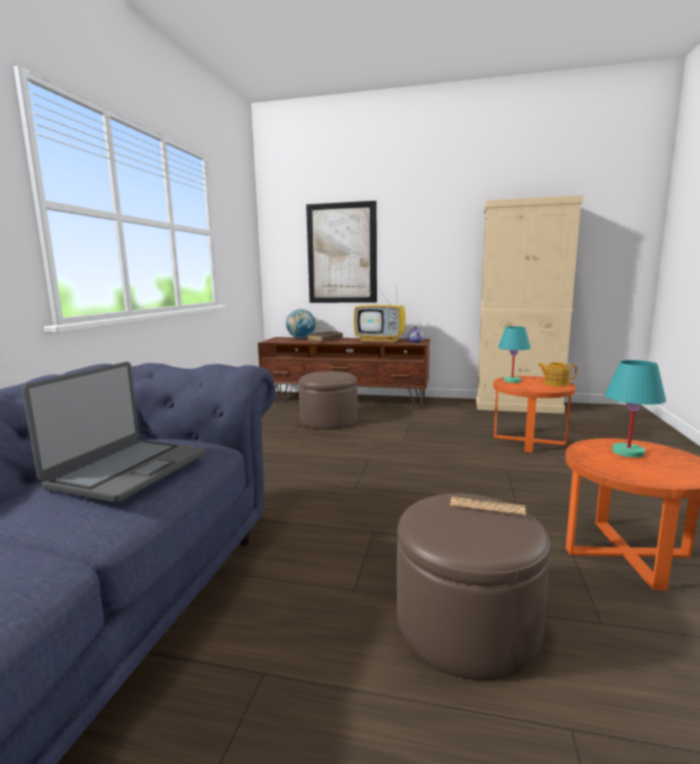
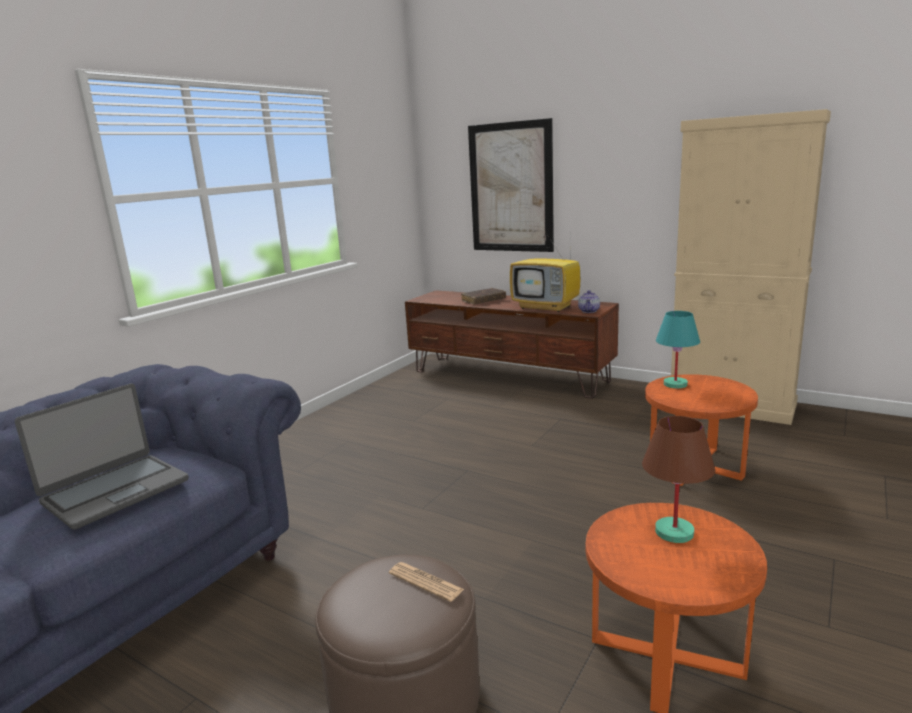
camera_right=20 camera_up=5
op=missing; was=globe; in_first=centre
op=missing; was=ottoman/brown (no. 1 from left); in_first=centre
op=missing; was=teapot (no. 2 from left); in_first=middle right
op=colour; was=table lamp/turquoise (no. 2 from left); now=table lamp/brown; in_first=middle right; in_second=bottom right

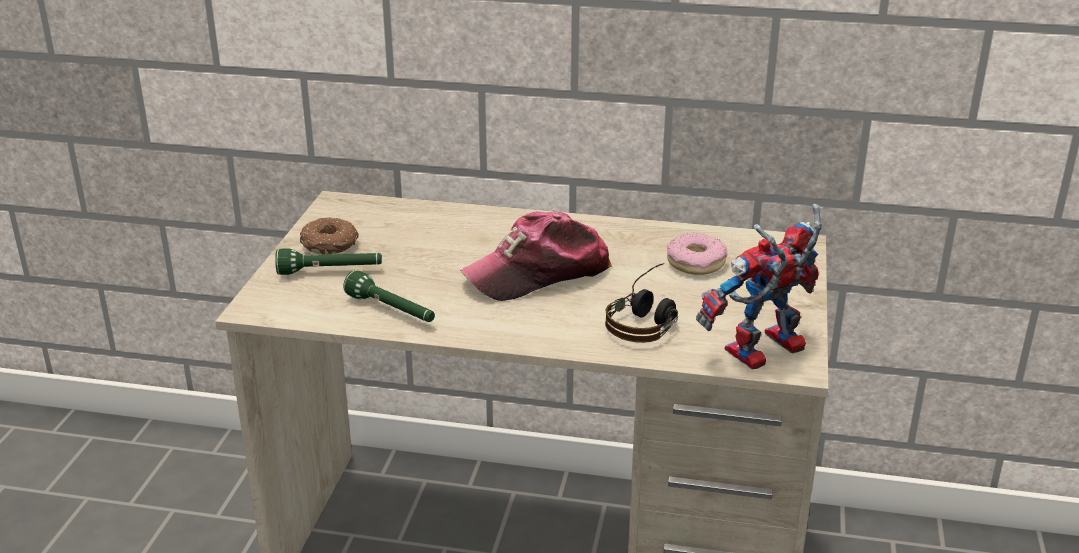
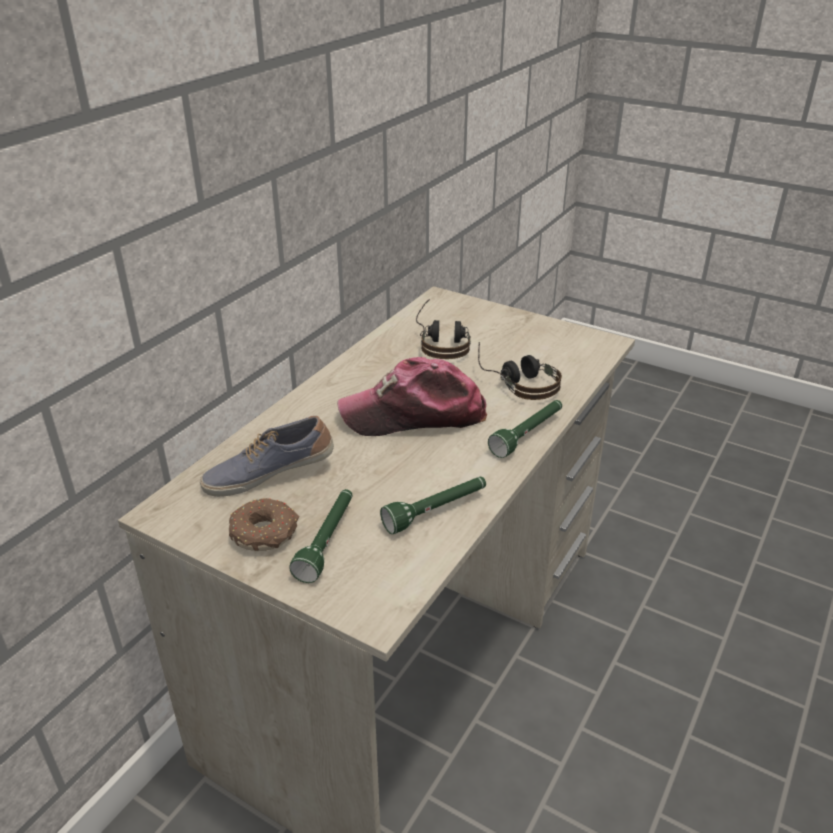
camera_right=-70 camera_up=5
op=spun; was=cap; in_first=centre; in_second=centre; clockwise=90
op=exchanged; was=donut (no. 2 from left); now=headphones (no. 1 from left); in_first=centre; in_second=centre
op=missing; was=toy robot; in_first=middle right
op=appeared; now=shoe; in_second=middle left
op=appeared; now=flashlight/green (no. 3 from left); in_second=centre

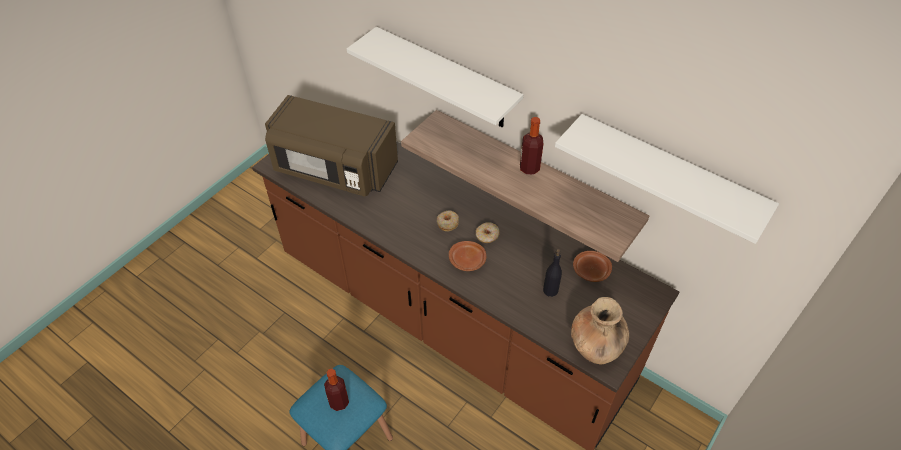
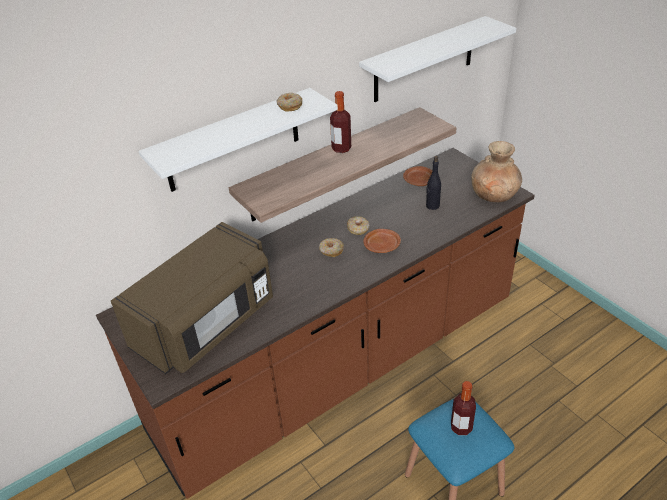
camera_right=-70 camera_up=-10
op=appeared; now=donut (no. 1 from left); in_second=top centre

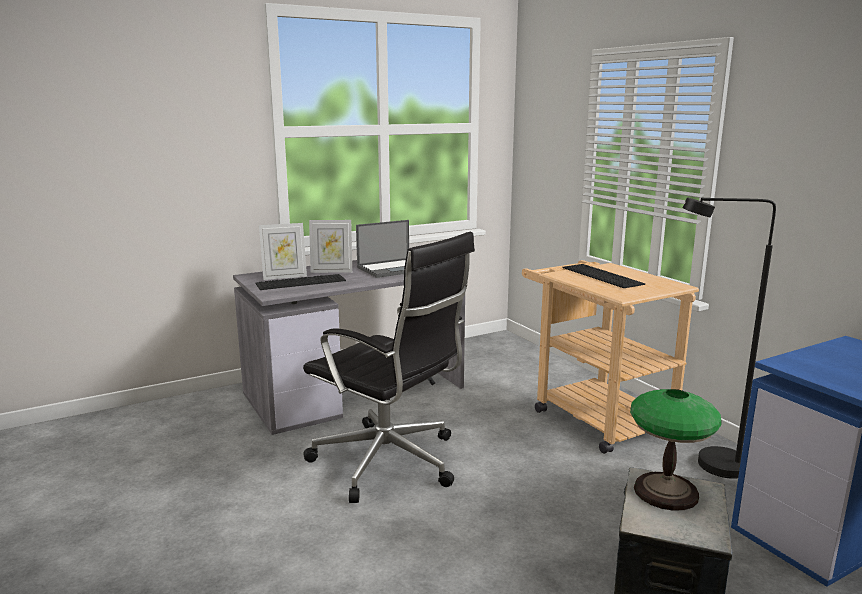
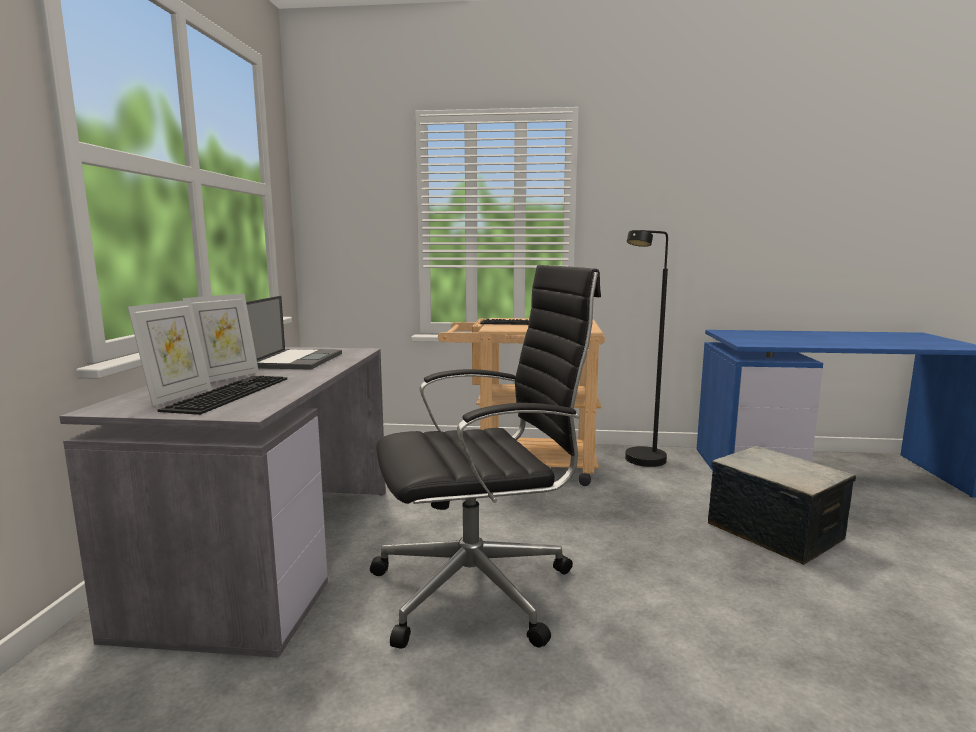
camera_right=-55 camera_up=-5
op=missing; was=table lamp; in_first=bottom right

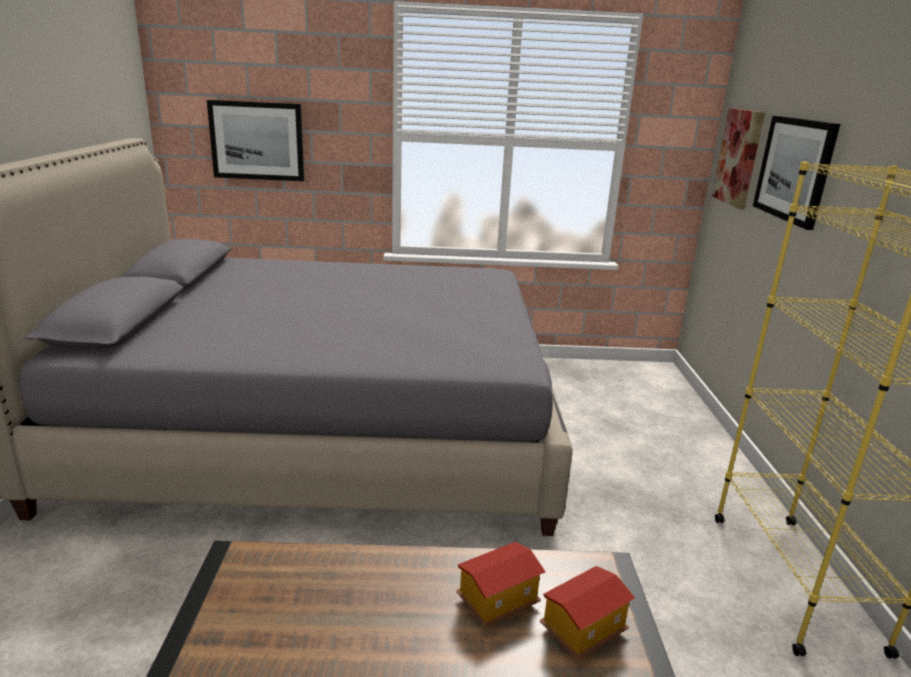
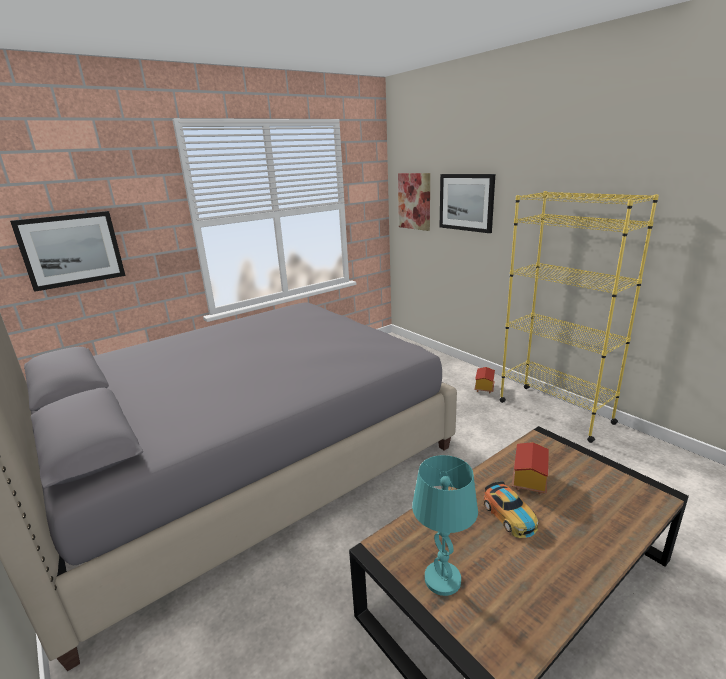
camera_right=-35 camera_up=0
op=relocated; was=toy house (no. 2 from left in the first image); now=toy house (no. 1 from left); in_first=bottom centre; in_second=middle right
op=appeared; now=table lamp/turquoise; in_second=bottom centre
op=appeared; now=toy car; in_second=bottom right

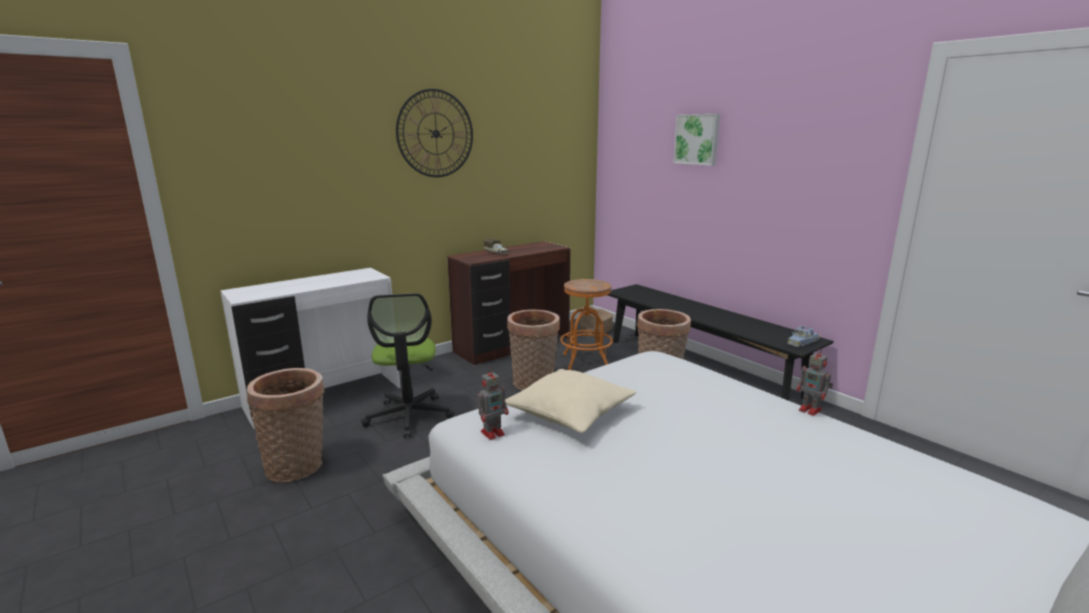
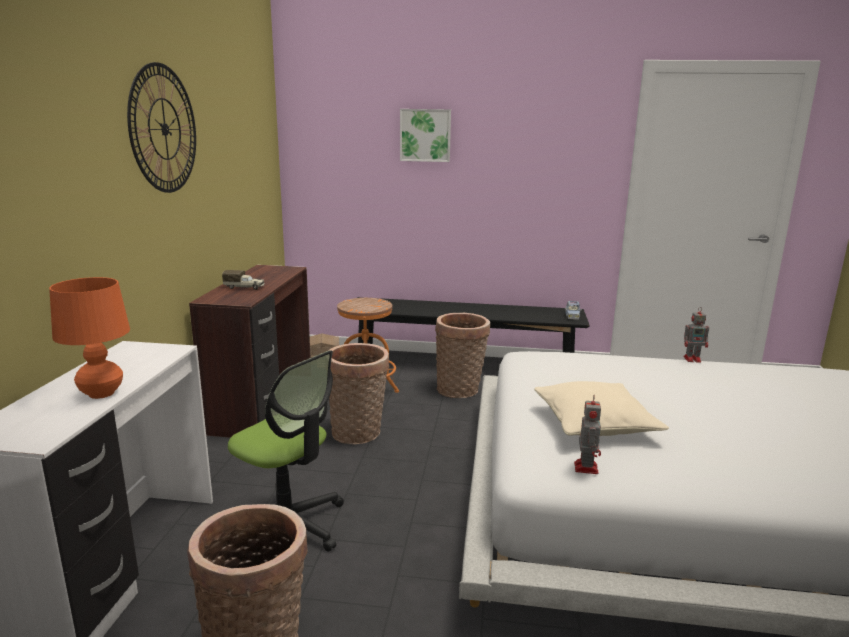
camera_right=-45 camera_up=0
op=appeared; now=table lamp/orange; in_second=middle left

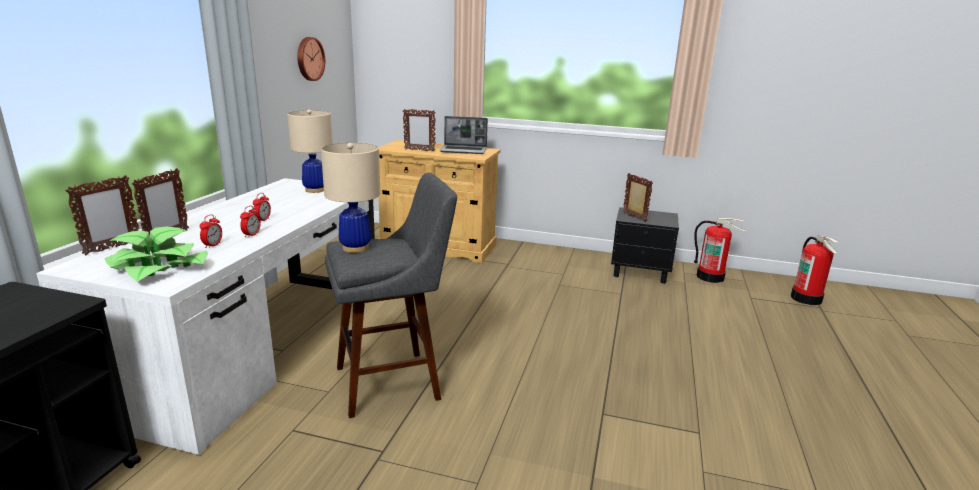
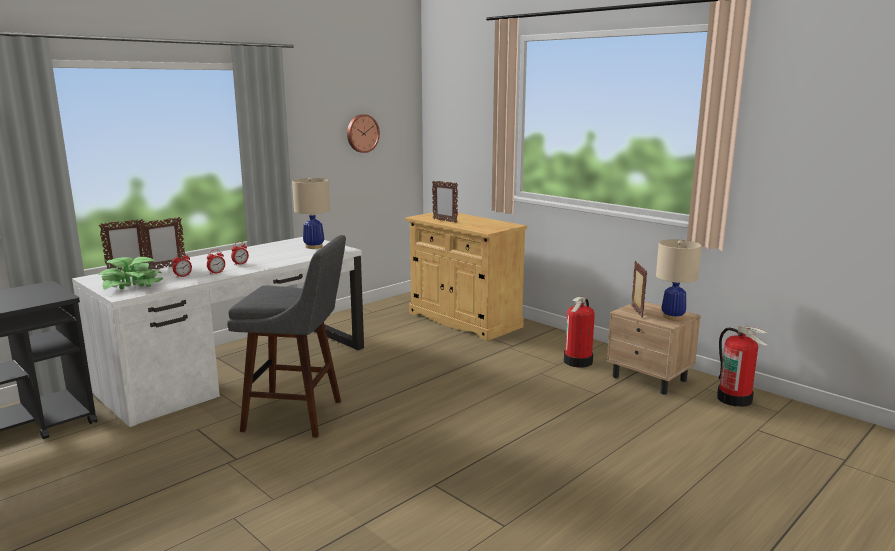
camera_right=30 camera_up=-5
op=relocated; was=table lamp/beige (no. 2 from left); in_first=centre; in_second=middle right
op=missing; was=laptop; in_first=top centre
op=colour; was=nightstand/black; now=nightstand/beige; in_first=centre; in_second=middle right
op=relocated; was=fire extinguisher (no. 2 from left in the first image); now=fire extinguisher (no. 1 from left); in_first=middle right; in_second=centre

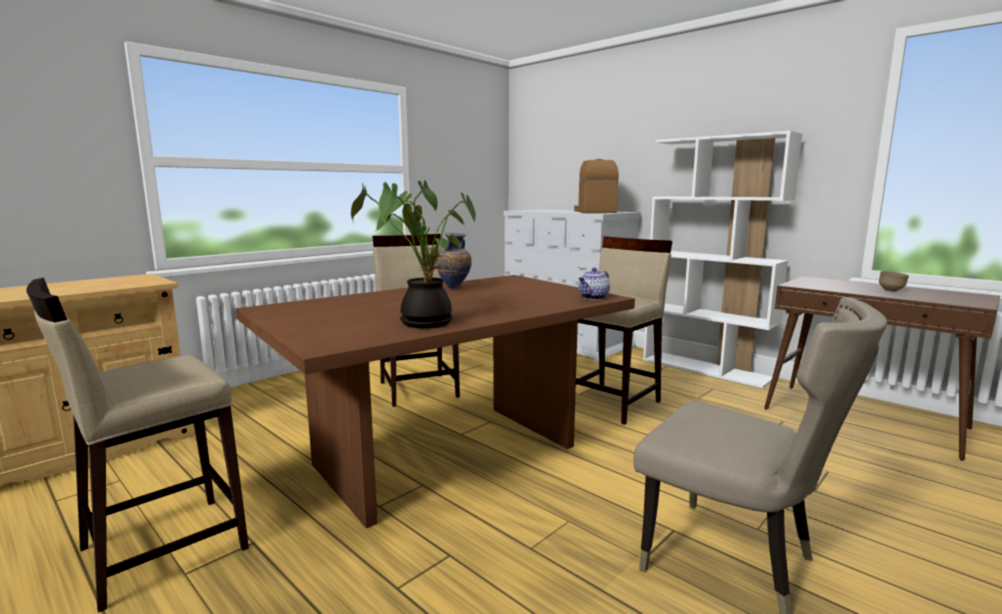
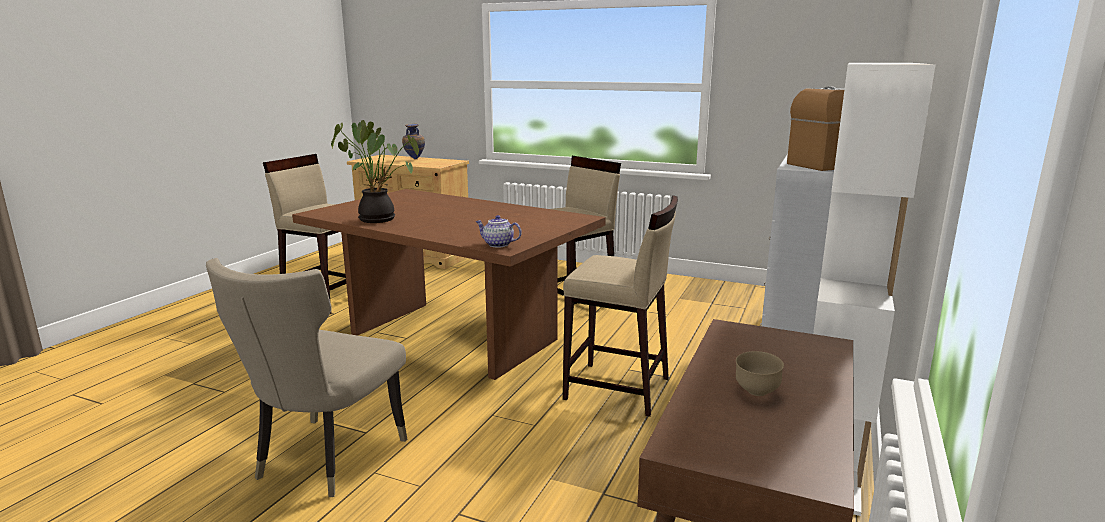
camera_right=70 camera_up=5
op=relocated; was=vase; in_first=centre; in_second=top centre

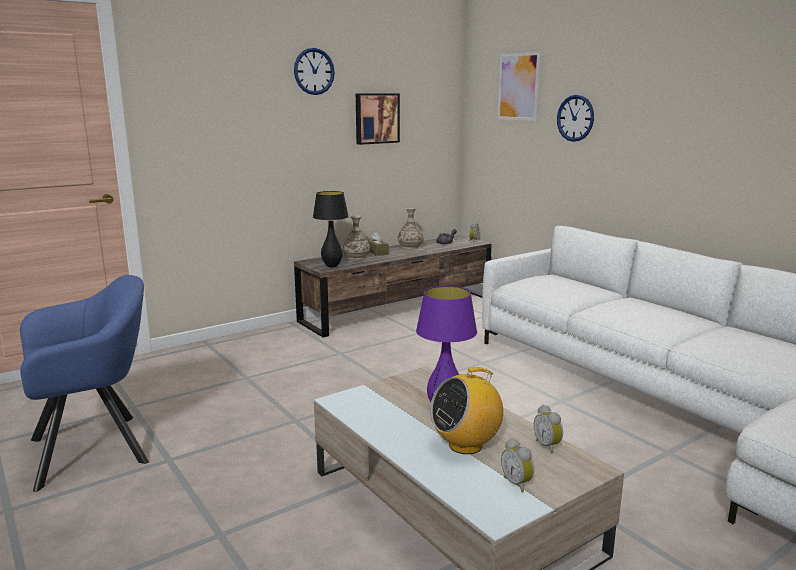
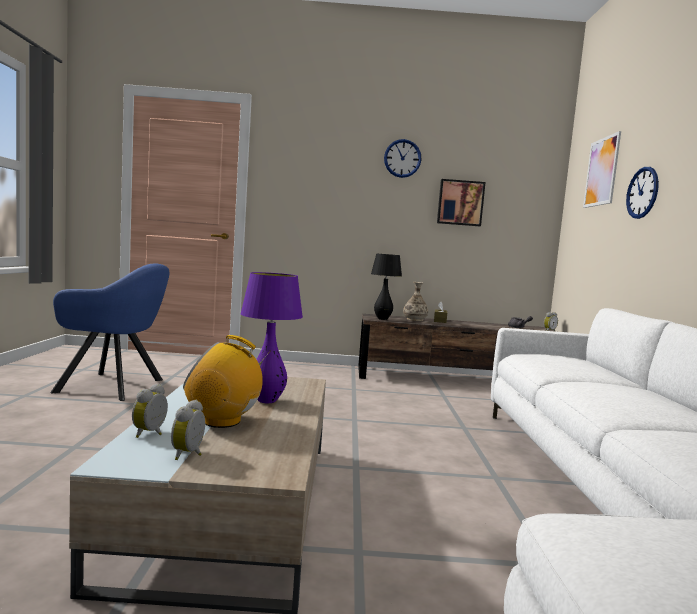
camera_right=35 camera_up=-10
op=missing; was=vase (no. 2 from left); in_first=centre
op=relocated; was=alarm clock (no. 3 from left in the first image); now=alarm clock (no. 1 from left); in_first=bottom right; in_second=bottom left

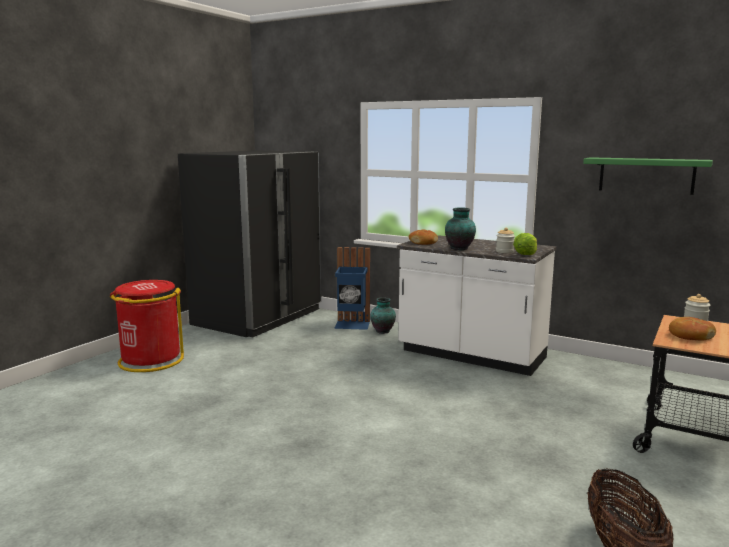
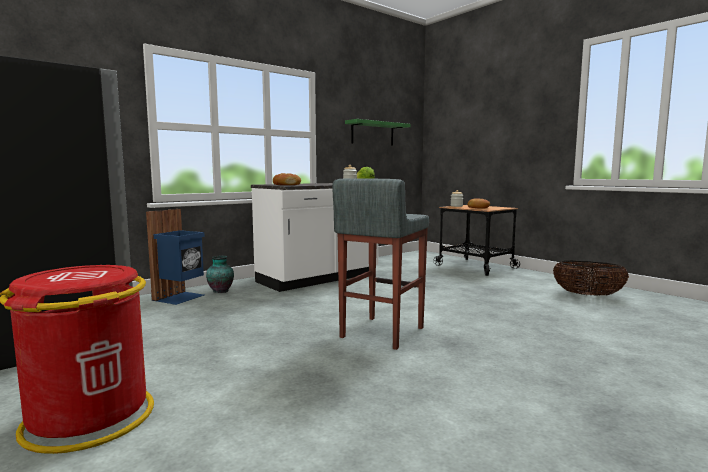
camera_right=-70 camera_up=-5
op=missing; was=vase (no. 2 from left); in_first=centre
op=appeared; now=stool/grey; in_second=centre

